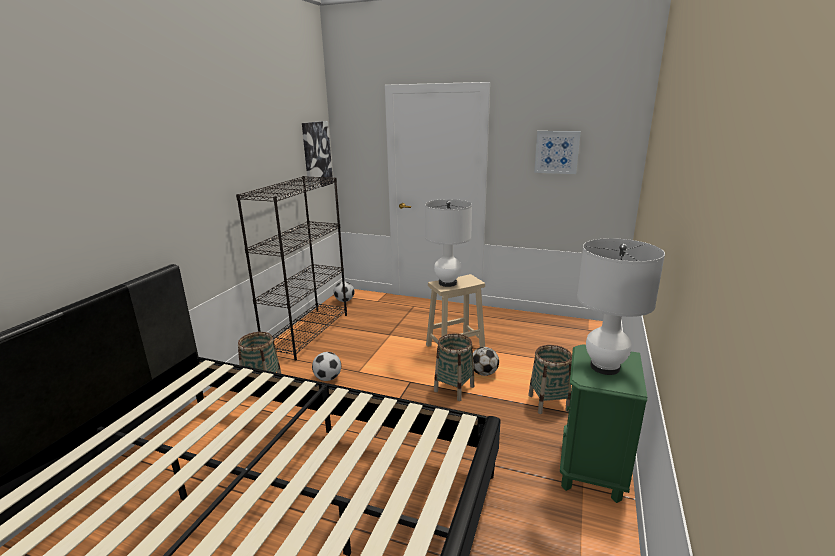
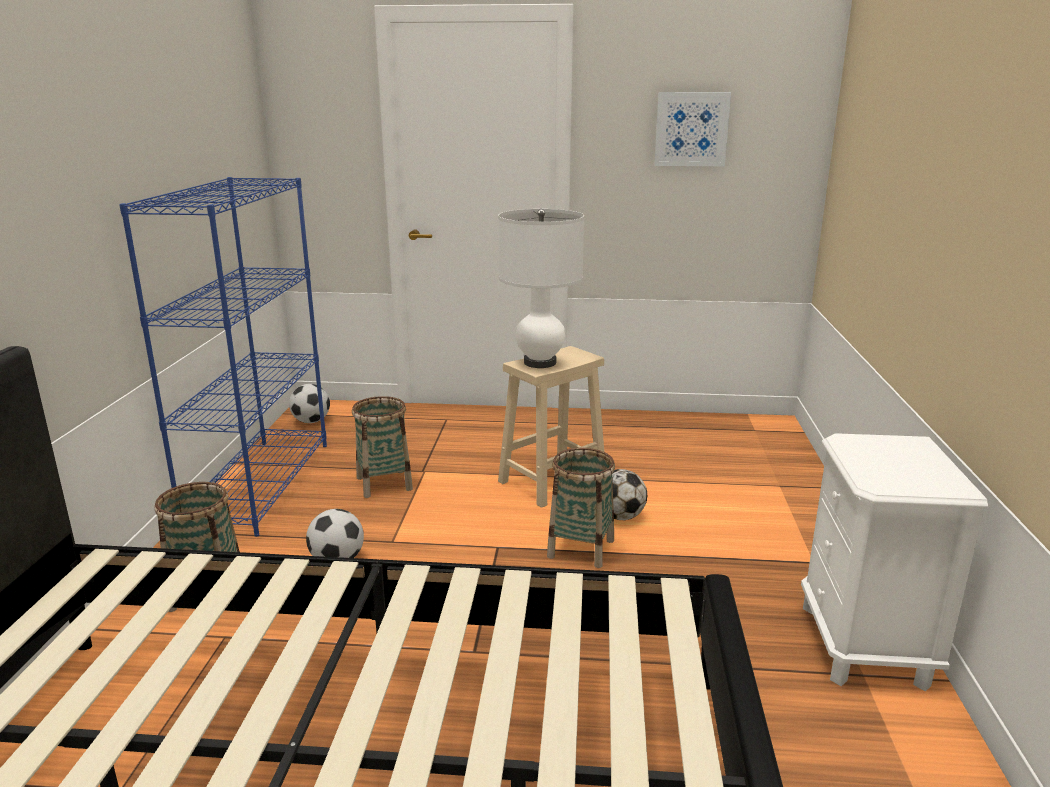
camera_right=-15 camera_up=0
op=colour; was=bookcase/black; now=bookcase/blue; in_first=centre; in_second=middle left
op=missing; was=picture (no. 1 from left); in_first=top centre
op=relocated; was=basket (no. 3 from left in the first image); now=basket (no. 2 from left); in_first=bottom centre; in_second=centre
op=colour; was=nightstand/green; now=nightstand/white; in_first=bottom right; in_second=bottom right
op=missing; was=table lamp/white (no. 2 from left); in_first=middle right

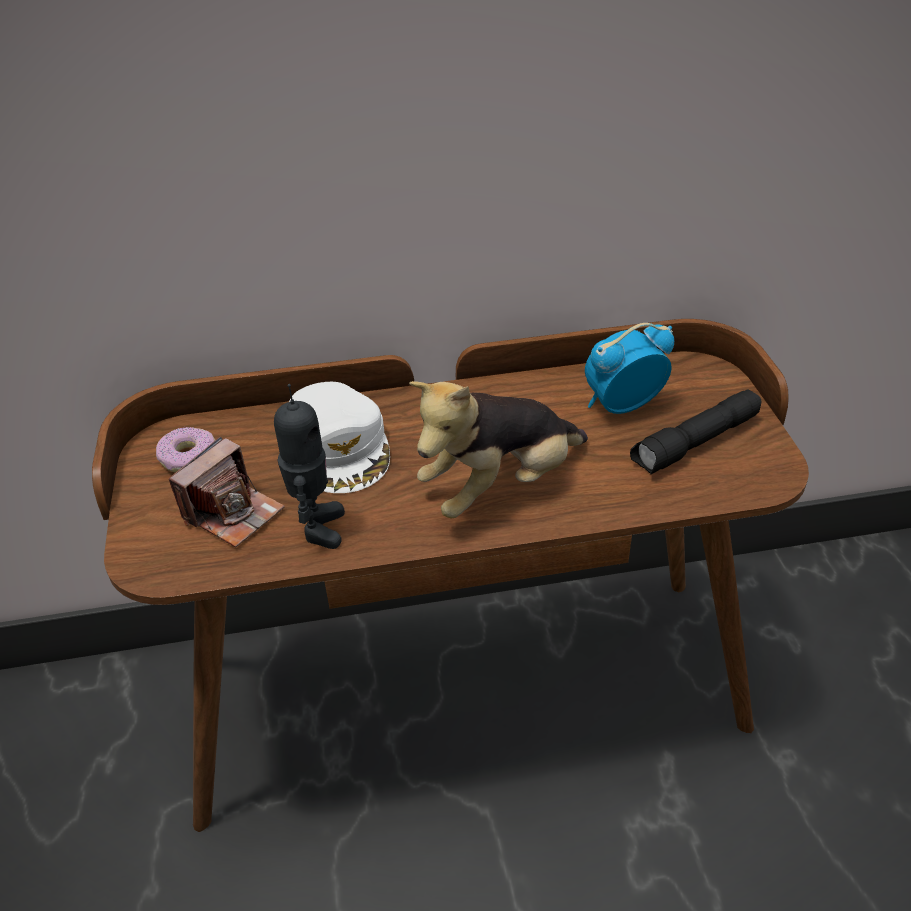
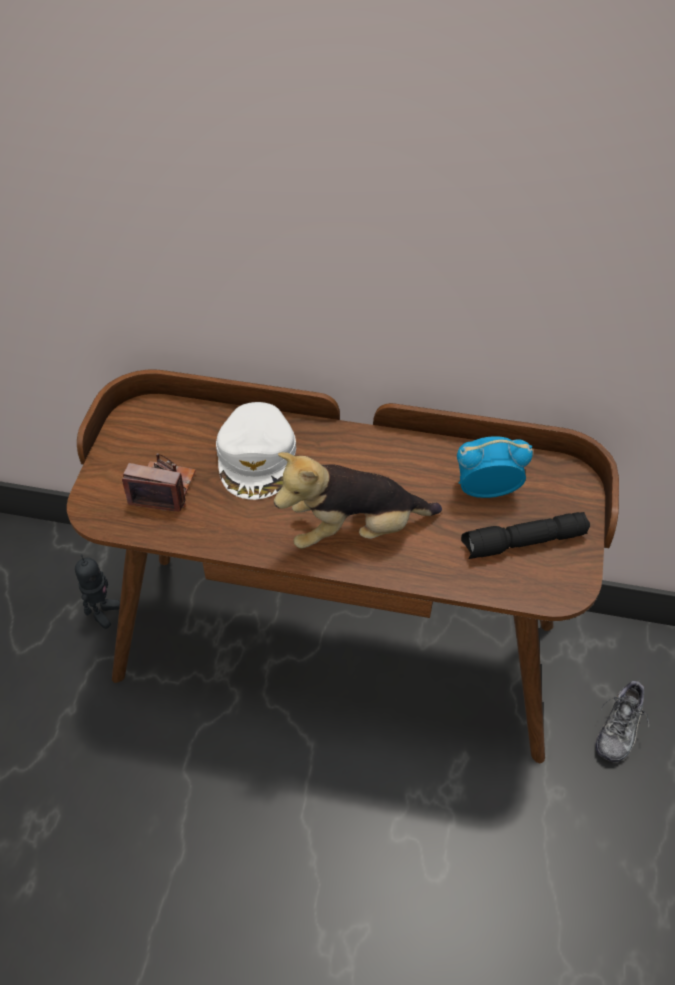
camera_right=20 camera_up=10
op=missing; was=donut; in_first=middle left
op=spun; was=photo camera; in_first=middle left; in_second=middle left; clockwise=-135
op=relocated; was=toy robot; in_first=centre; in_second=middle left
op=appeared; now=shoe; in_second=bottom right

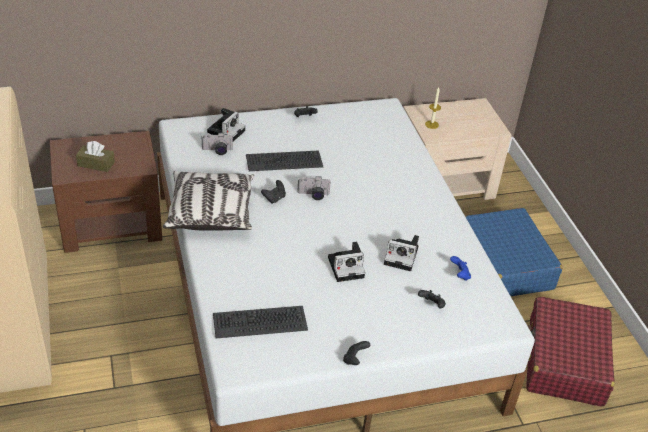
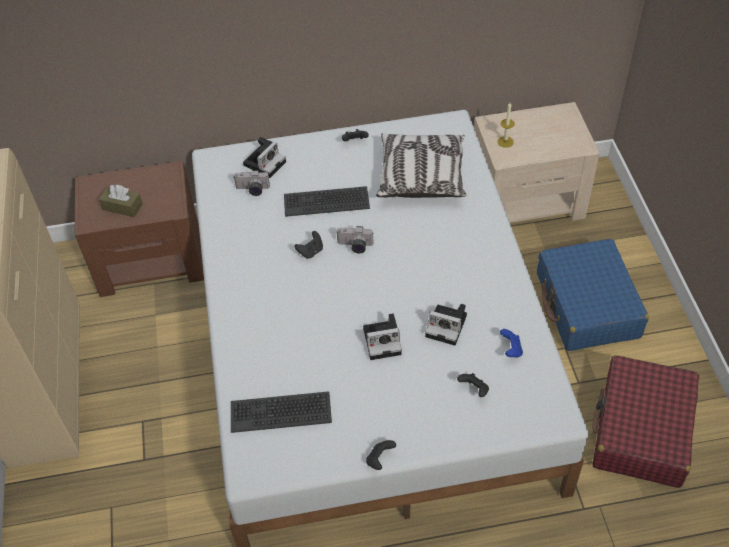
camera_right=10 camera_up=10
op=relocated; was=pillow; in_first=middle left; in_second=top centre

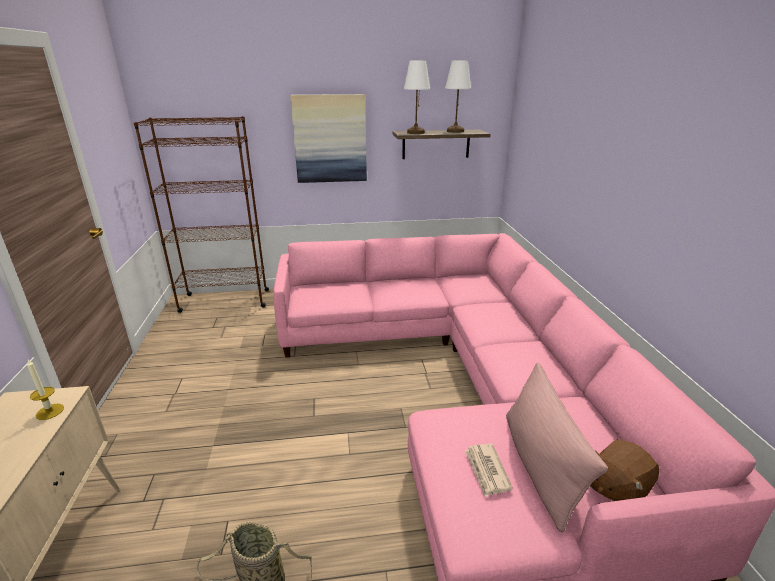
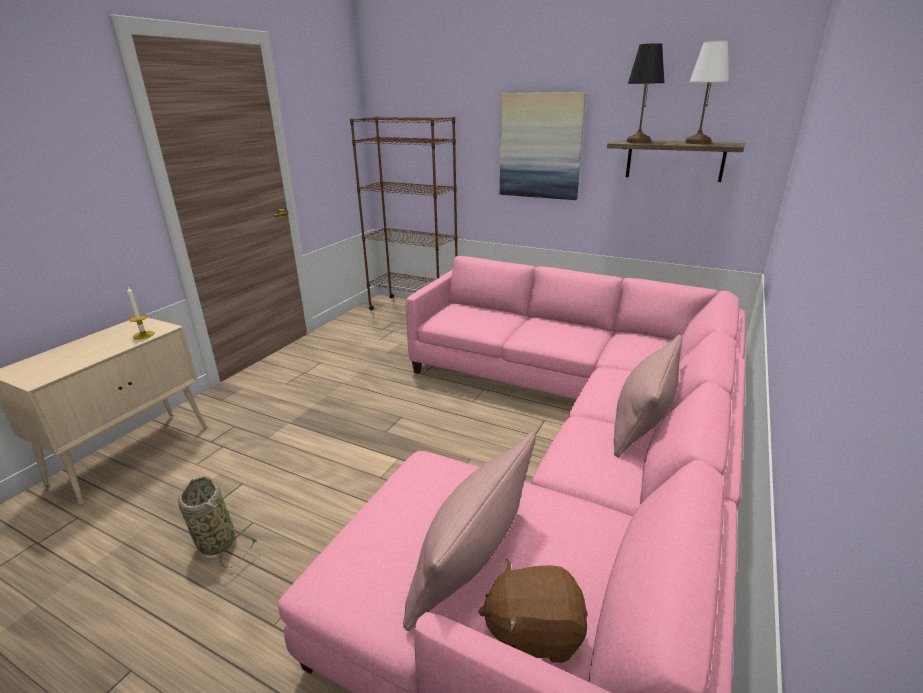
camera_right=35 camera_up=0
op=colour; was=table lamp/white (no. 1 from left); now=table lamp/black; in_first=top centre; in_second=top right
op=missing; was=newspaper; in_first=bottom centre
op=appeared; now=pillow/pink (no. 2 from left); in_second=middle right

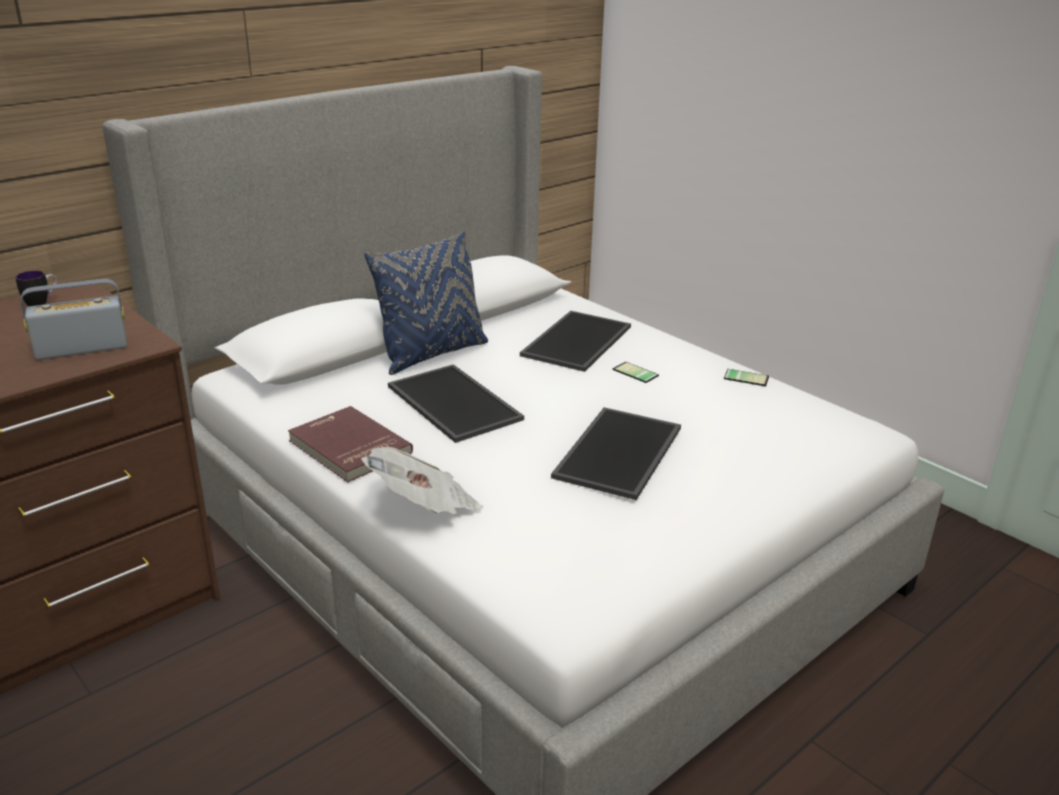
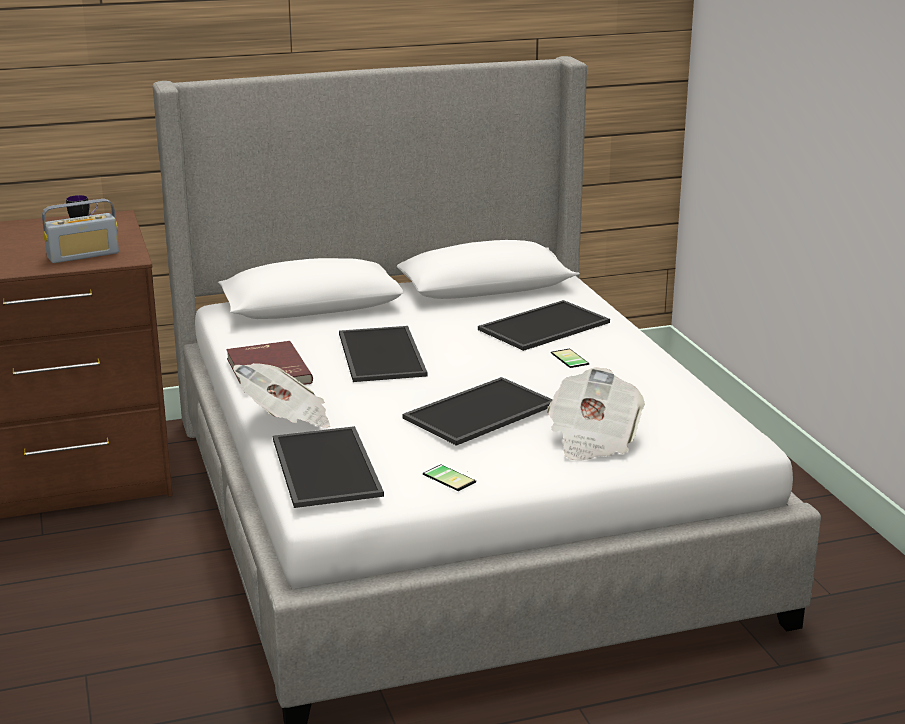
camera_right=25 camera_up=-5
op=spun; was=radio; in_first=middle left; in_second=top left; clockwise=150
op=missing; was=pillow/blue; in_first=centre
op=relocated; was=phone (no. 2 from left in the first image); now=phone (no. 1 from left); in_first=middle right; in_second=centre
op=appeared; now=tray (no. 1 from left); in_second=centre
op=appeared; now=newspaper (no. 2 from left); in_second=centre

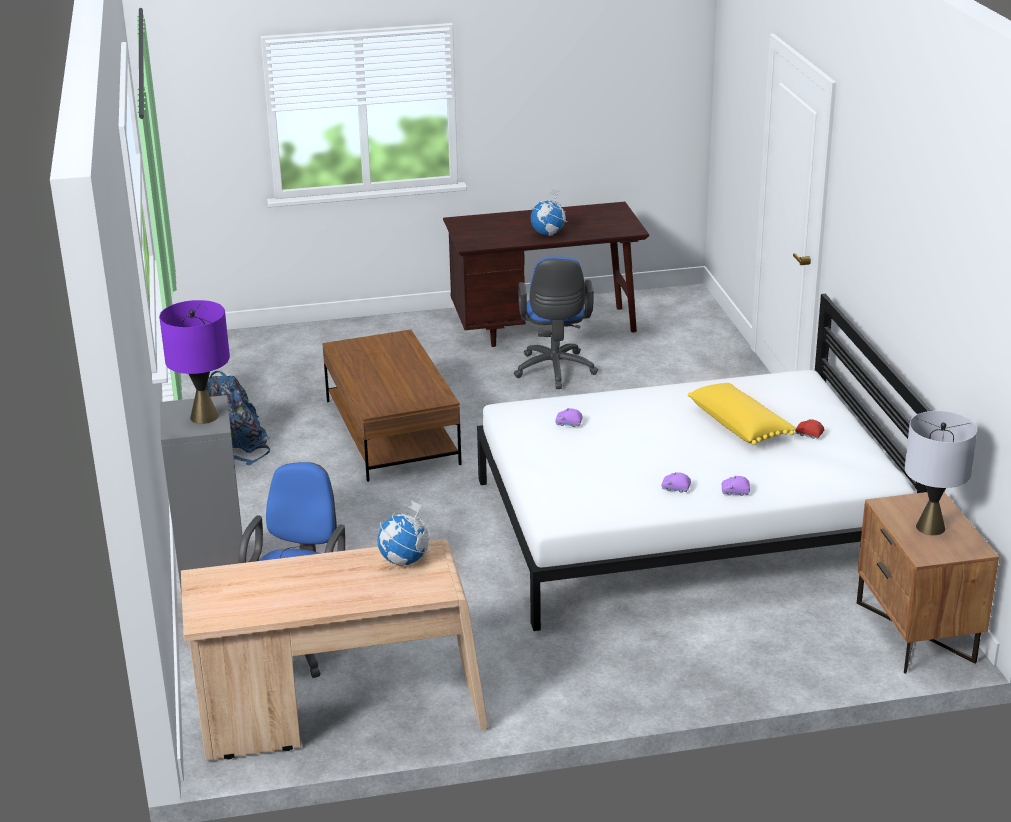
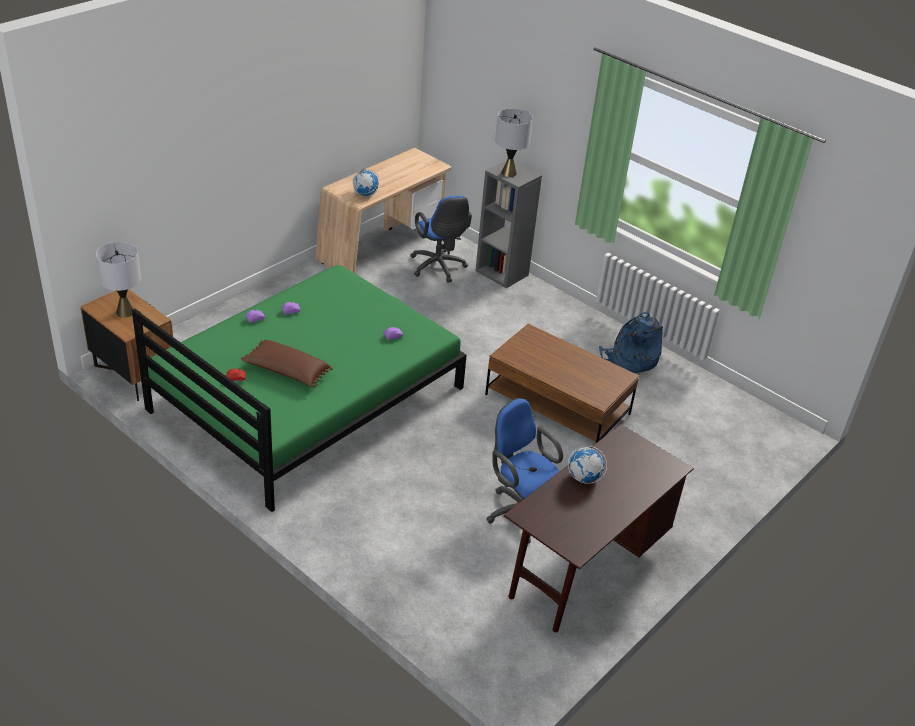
camera_right=140 camera_up=10
op=colour; was=table lamp/purple; now=table lamp/grey (no. 2 from left); in_first=middle left; in_second=top centre
op=colour; was=bed/white; now=bed/green; in_first=middle right; in_second=middle left
op=colour; was=pillow/yellow; now=pillow/brown; in_first=middle right; in_second=middle left

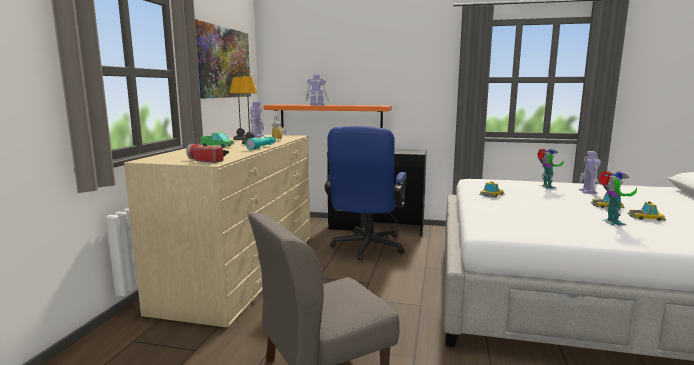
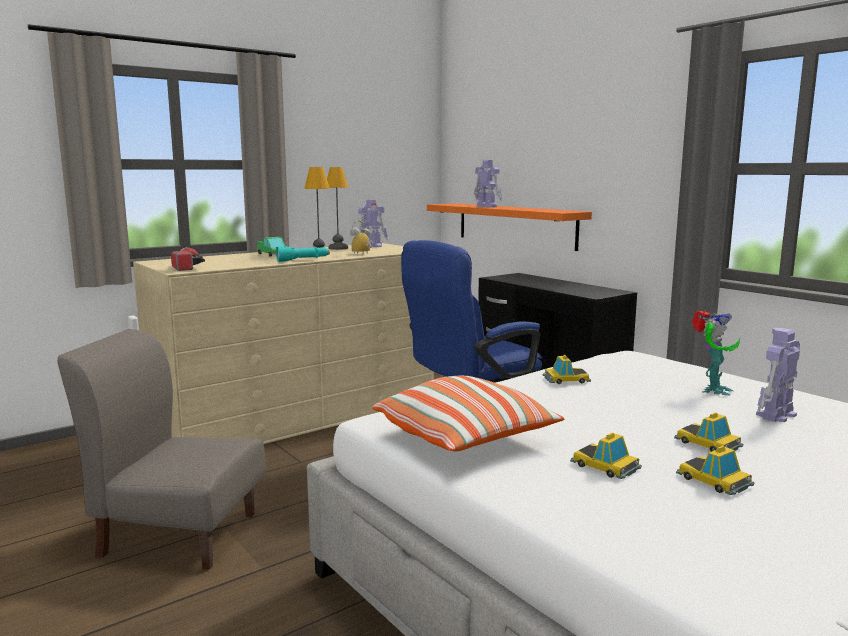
camera_right=40 camera_up=0
op=missing; was=picture; in_first=top left
op=exchanged; was=toy robot (no. 5 from left); now=toy car (no. 2 from left); in_first=middle right; in_second=bottom right
op=appeared; now=pillow; in_second=centre

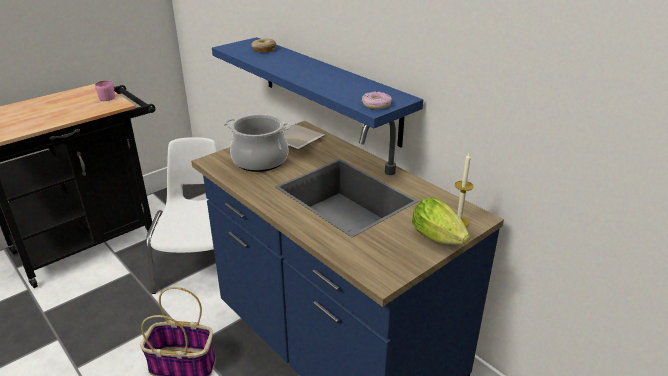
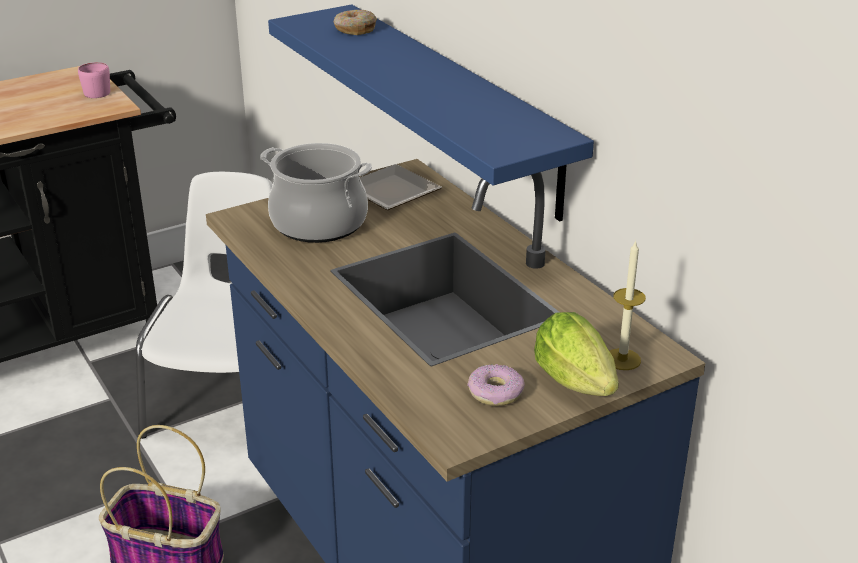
camera_right=10 camera_up=0
op=relocated; was=donut (no. 2 from left); in_first=top centre; in_second=bottom centre

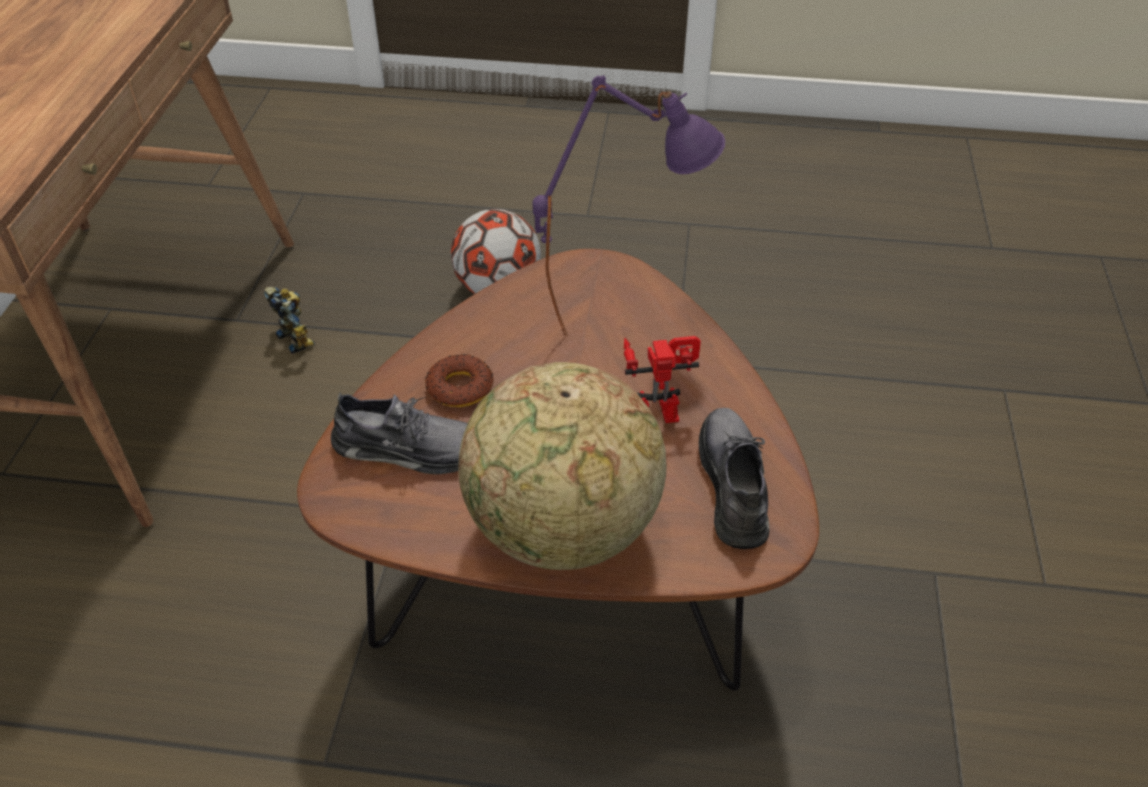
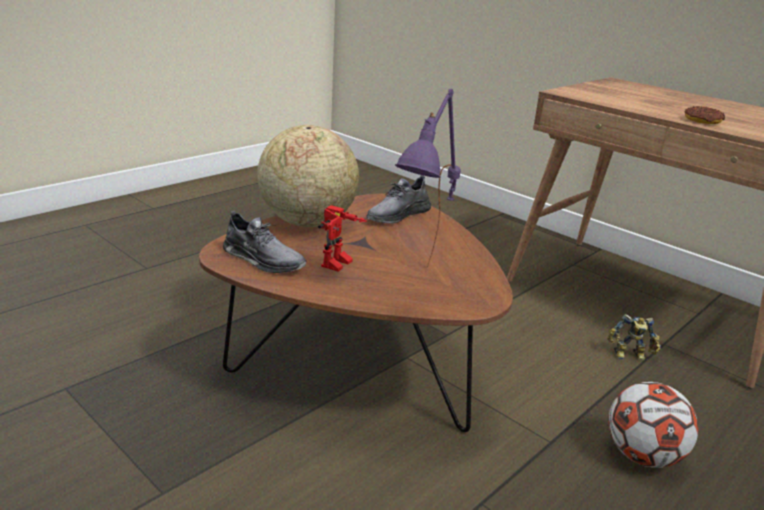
camera_right=125 camera_up=-20
op=relocated; was=donut; in_first=centre; in_second=top right

